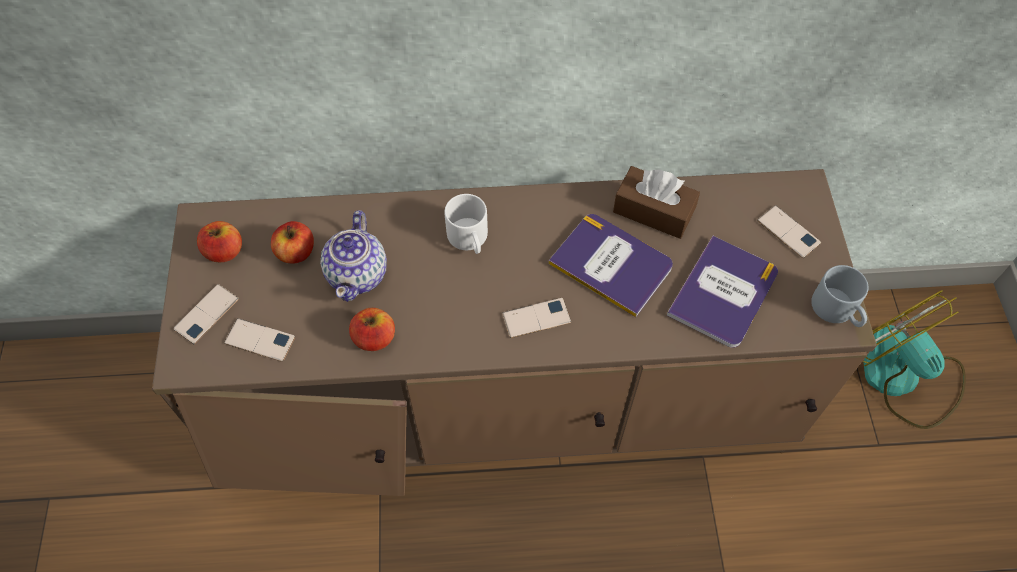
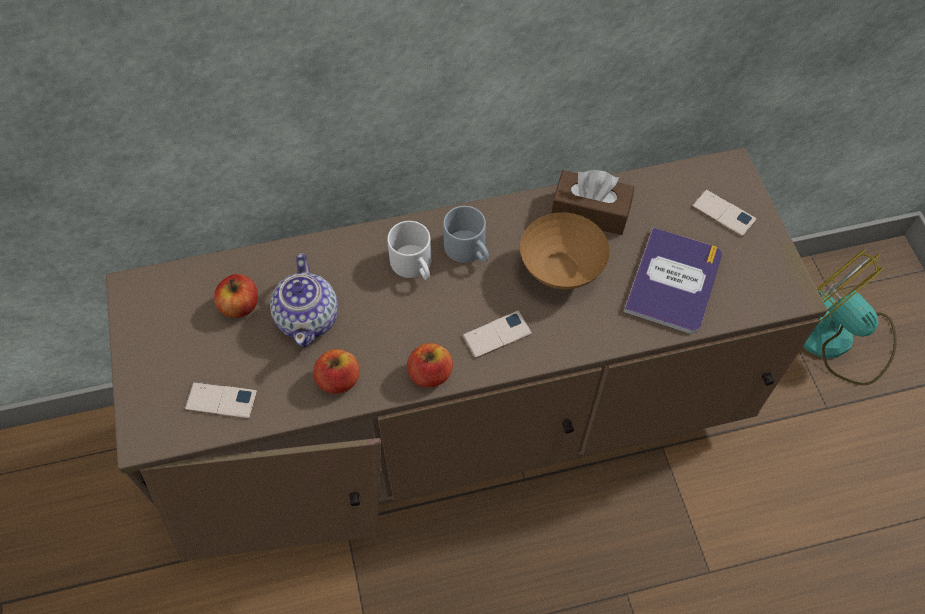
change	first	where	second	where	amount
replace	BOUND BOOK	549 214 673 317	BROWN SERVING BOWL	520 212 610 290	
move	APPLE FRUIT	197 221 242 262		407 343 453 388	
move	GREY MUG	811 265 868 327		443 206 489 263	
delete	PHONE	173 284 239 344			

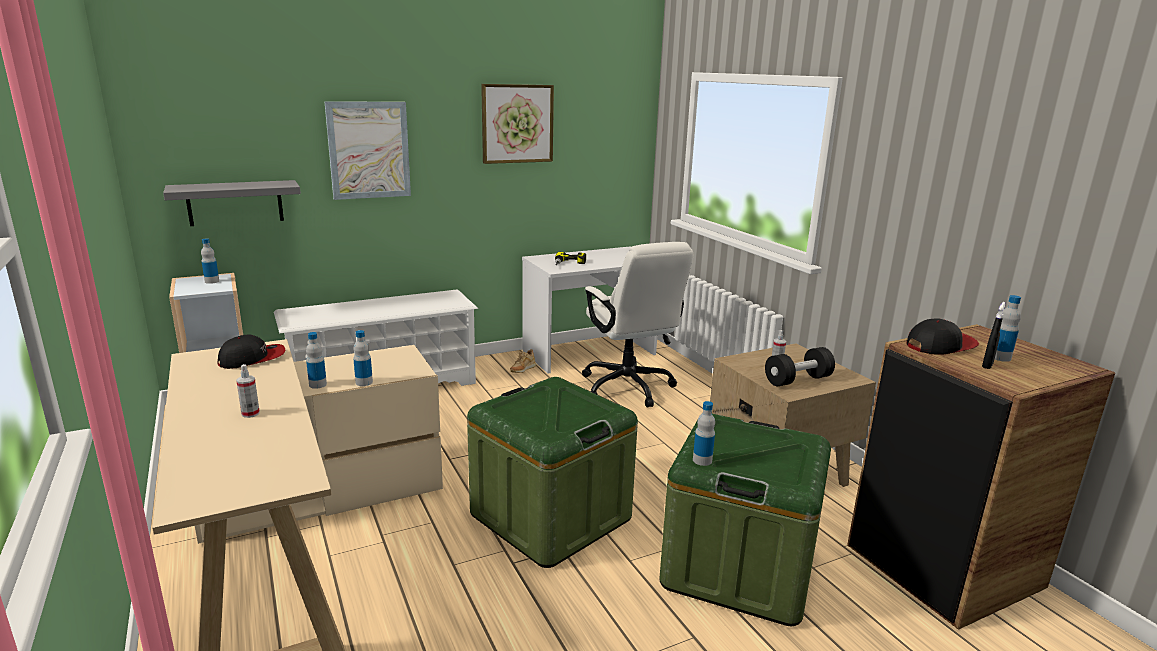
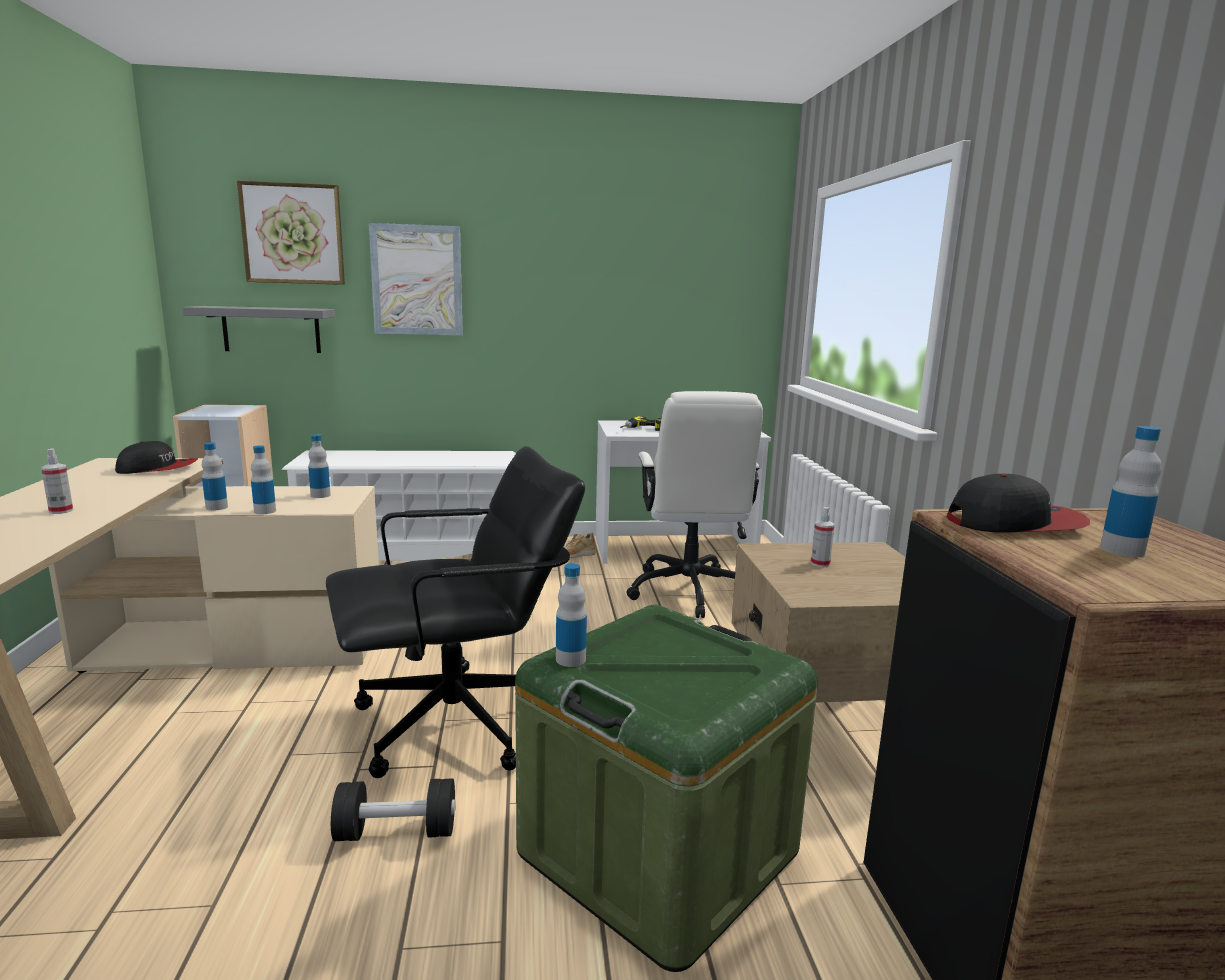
change	first	where	second	where	amount
move	WALL ART	481 84 554 164		237 181 345 285	
move	BOTTLE	201 238 219 284		308 434 331 498	
delete	BLACK SPRAYER	982 302 1005 369			
move	BLACK FREE WEIGHT	765 347 835 386		331 779 456 841	
replace	GREEN-COLOURED STORAGE CONTAINER	467 377 638 568	BLACK OFFICE CHAIR	326 446 585 778	

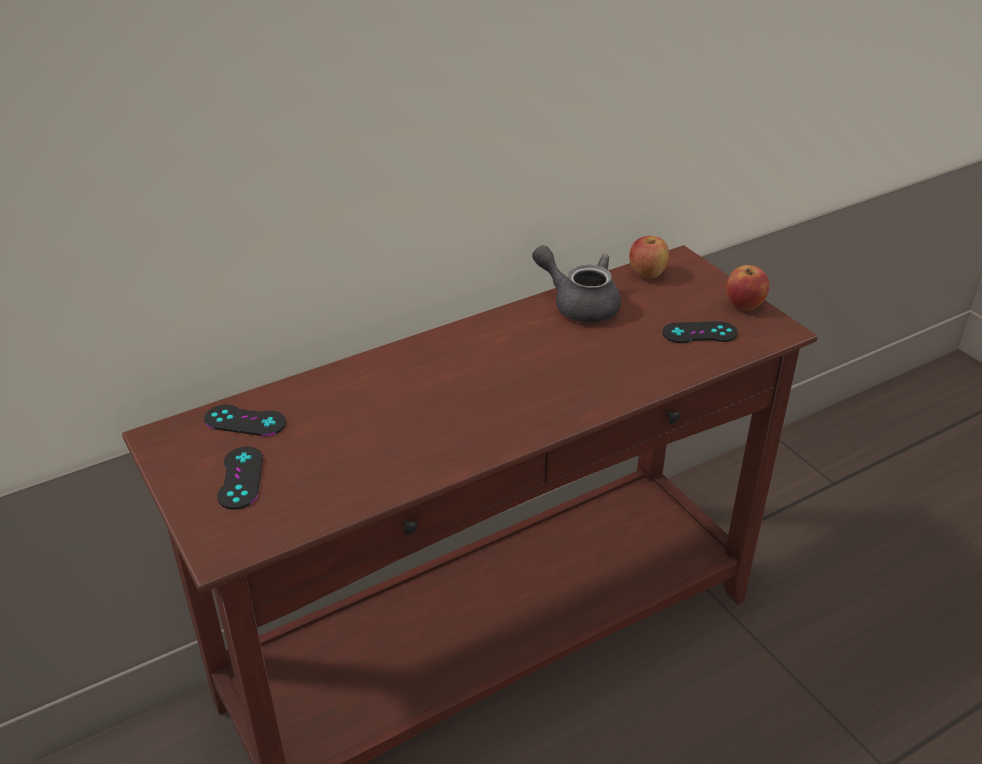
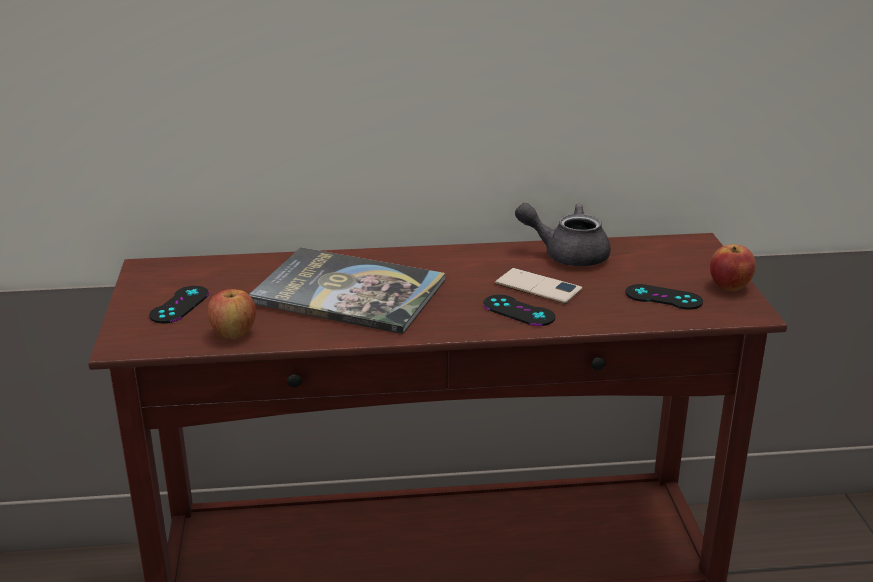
change	first	where	second	where	amount
move	APPLE FRUIT	629 236 669 279		208 289 256 339	
rotate	GREY POT FOR TEA	532 245 621 323		515 203 611 266	45 degrees counterclockwise
move	BLACK JOYPAD	204 405 286 436		483 295 555 326	
insert			BOUND BOOK	249 247 445 334	
insert			PHONE	495 268 583 304	

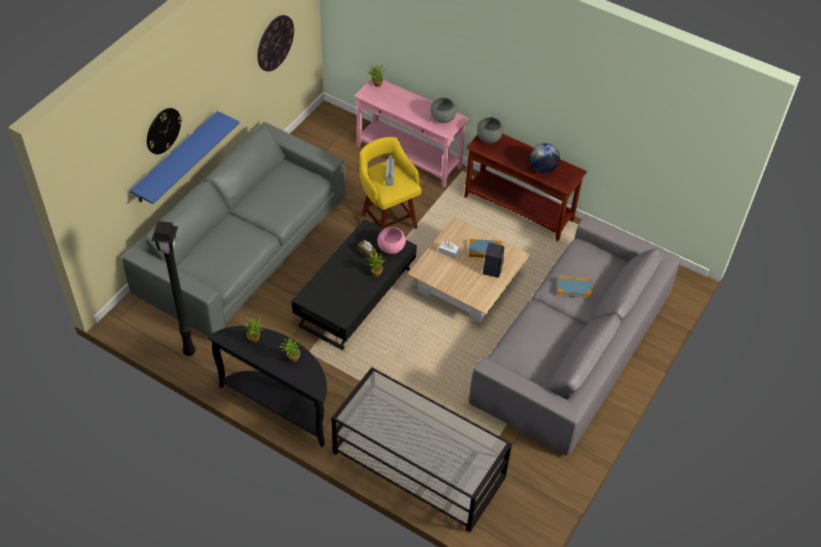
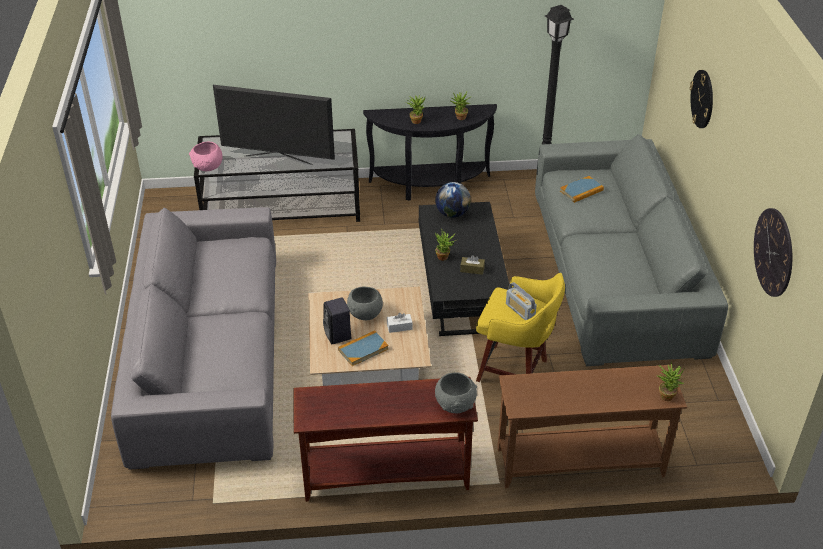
change	first	where	second	where	amount
recolor	PINK HALL TABLE	354 78 469 188	BROWN HALL TABLE	497 365 687 488	
move	GREY SERVING BOWL	430 98 457 123		347 287 383 320	
delete	BLUE WALL SHELF	130 111 239 204			
move	WORLD GLOBE	530 143 560 174		435 182 471 218	
move	PINK SERVING BOWL	377 227 406 254		189 142 223 171	
move	BOUND BOOK	558 276 592 298		560 176 604 203	
insert			TELEVISION	213 85 335 165	

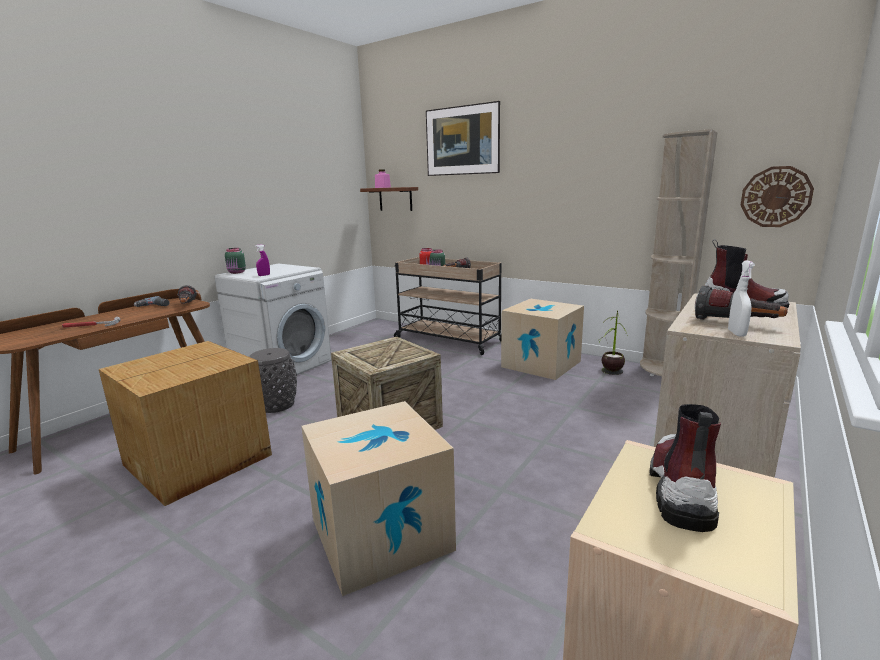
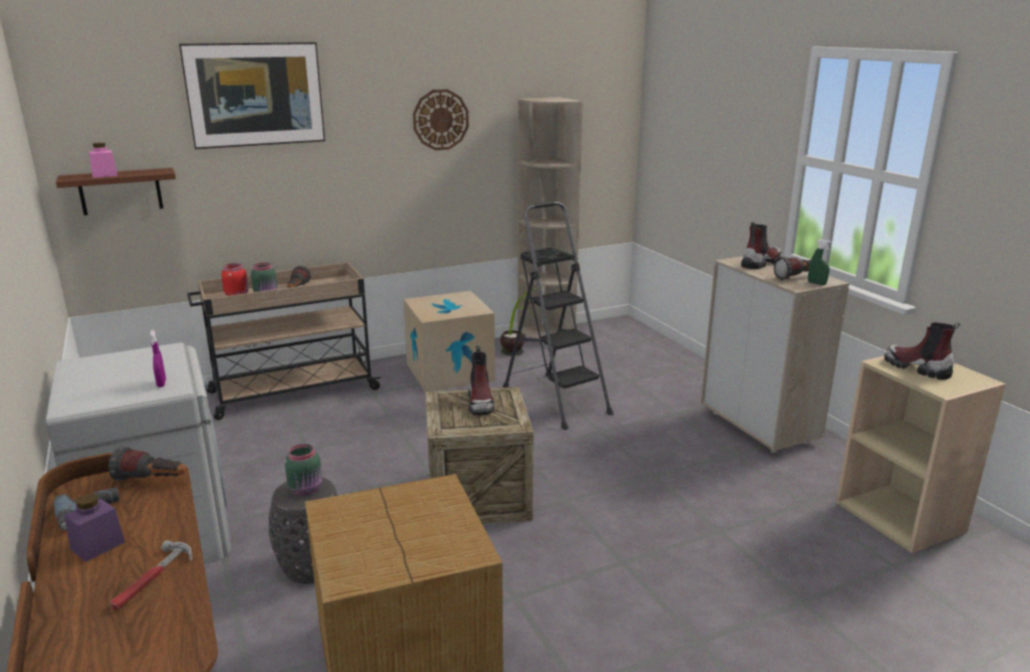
change	first	where	second	where	amount
move	HANGING CLOCK	741 166 814 227		413 89 469 150	
move	GREEN-COLOURED PRESERVE JAR	225 248 246 274		285 444 322 495	
recolor	WHITISH SPRAYER	728 260 755 337	GREEN-COLOURED SPRAYER	808 239 831 285	
delete	CARDBOARD BOX	301 401 456 596			
insert			STEPLADDER	502 201 614 430	
insert			HIGH-TOP BOOT	468 345 494 415	
insert			PURPLISH PRESERVE JAR	64 493 125 562	

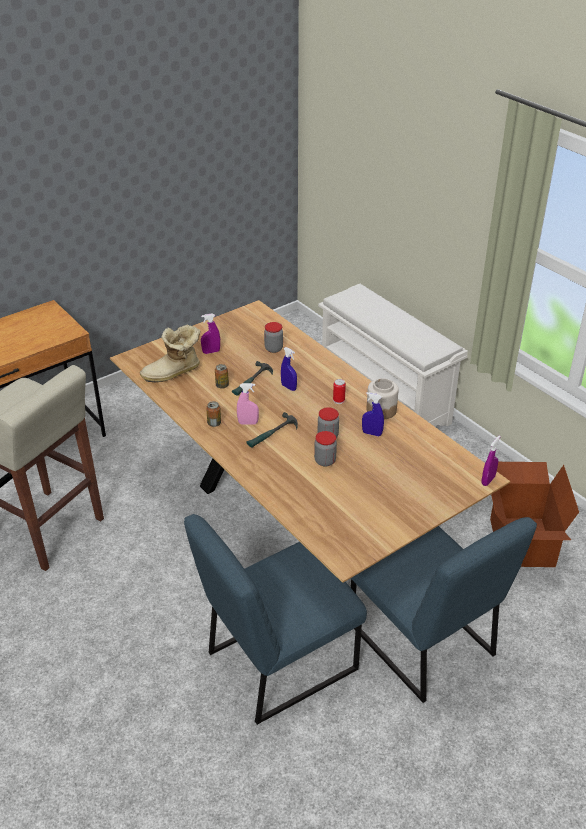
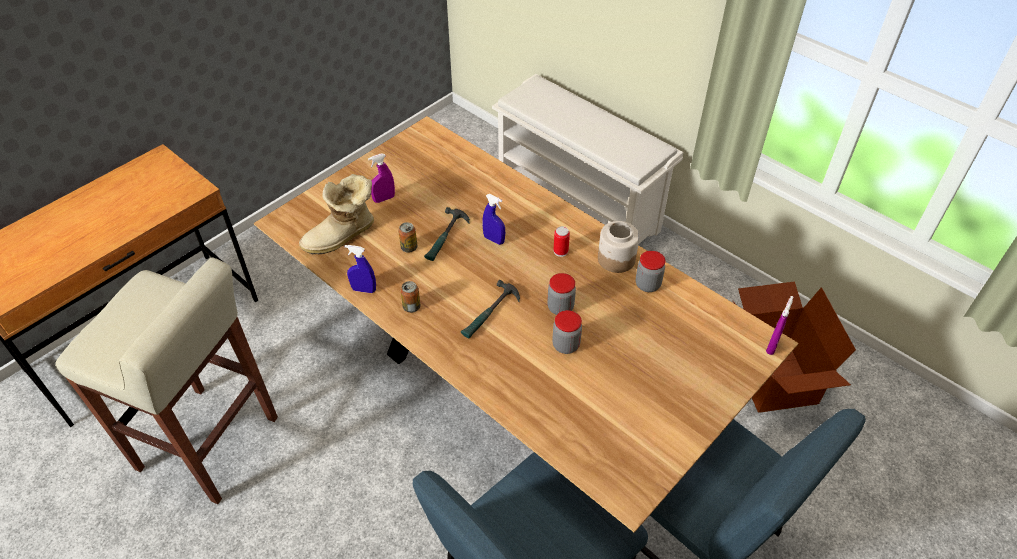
change	first	where	second	where	amount
move	PRESERVE JAR	264 322 283 353		636 251 665 292	
delete	PINK SPRAYER	237 383 259 425			
move	BLUE SPRAYER	362 392 384 436		345 245 376 293	

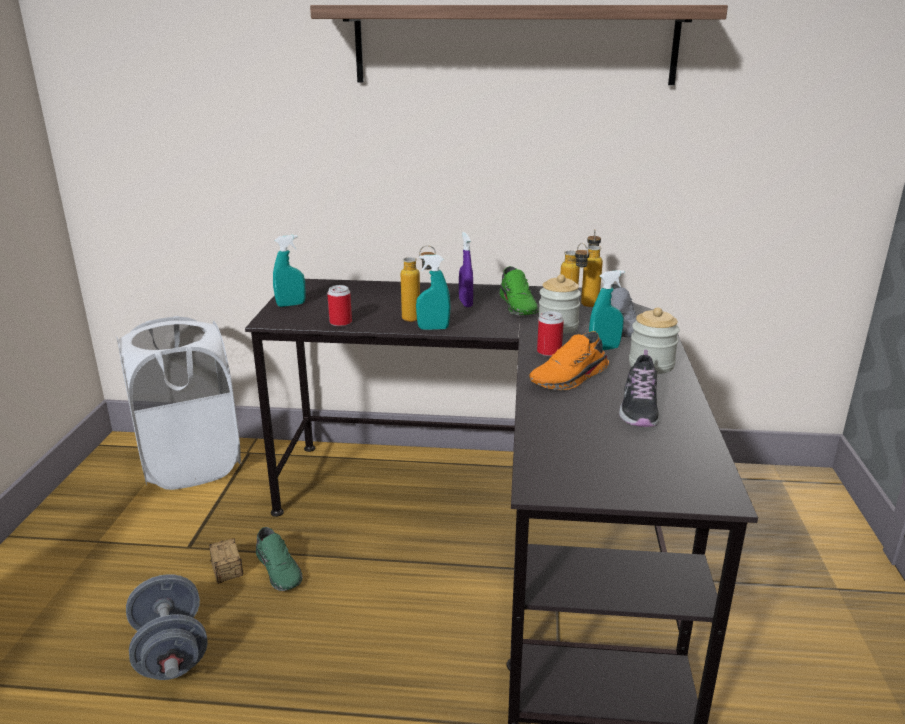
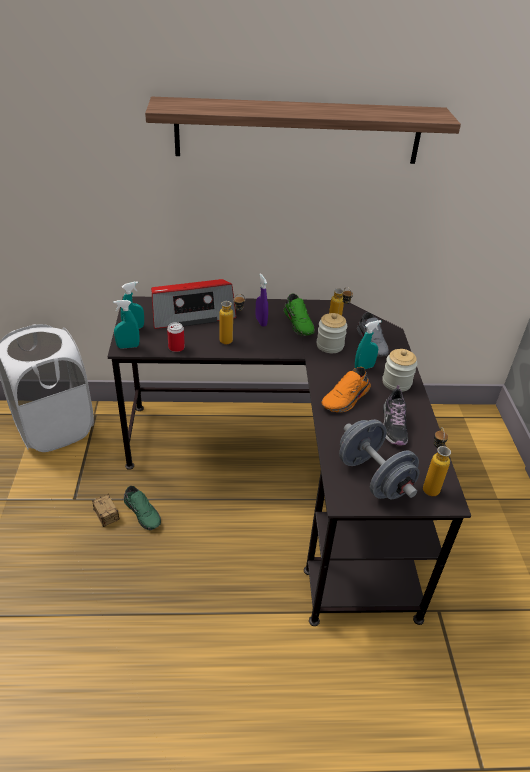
change	first	where	second	where	amount
move	BOTTLE	581 230 603 307		423 427 451 496	
move	TURQUOISE-COLOURED SPRAYER	416 255 451 330		113 300 140 349	
delete	CAN	537 311 564 357			
move	GREY FREE WEIGHT	126 574 207 680		339 420 420 499	
insert			RADIO SET	151 279 236 329	

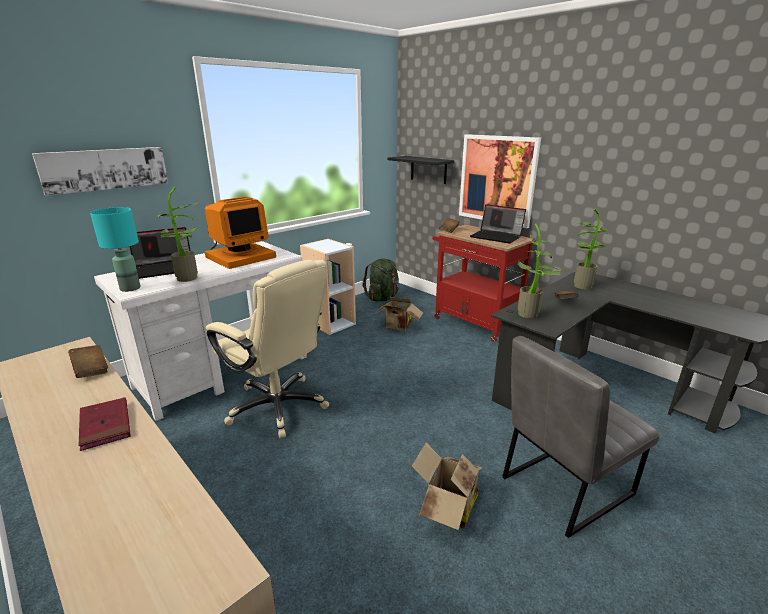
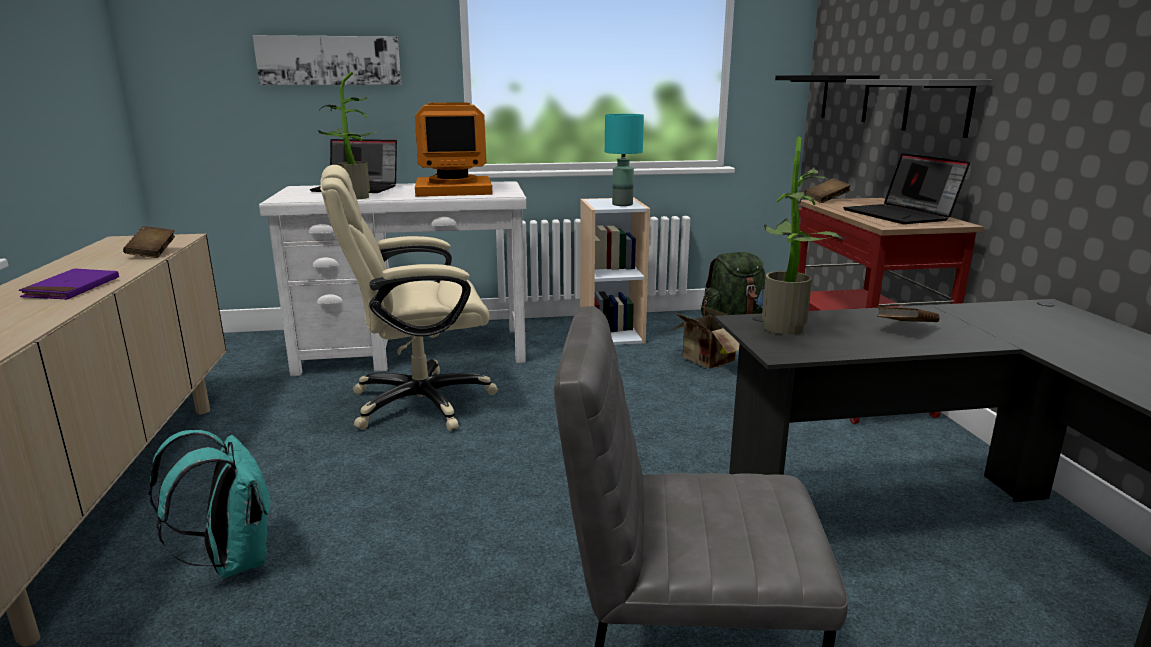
change	first	where	second	where	amount
replace	WALL ART	459 134 541 228	GREY WALL SHELF	846 79 992 138	
move	TURQUOISE-COLOURED TABLE LAMP	90 207 141 292		605 114 644 206	
delete	HOUSEPLANT	574 208 608 289			
rotate	BEIGE-COLOURED OFFICE CHAIR	206 260 329 438		320 165 498 431	90 degrees clockwise
recolor	REDDISH BOUND BOOK	79 397 131 451	PURPLISH BOUND BOOK	19 268 119 300	
delete	CARDBOARD BOX	412 442 482 530			
insert			TURQUOISE-COLOURED RUCKSACK	149 430 270 578	

